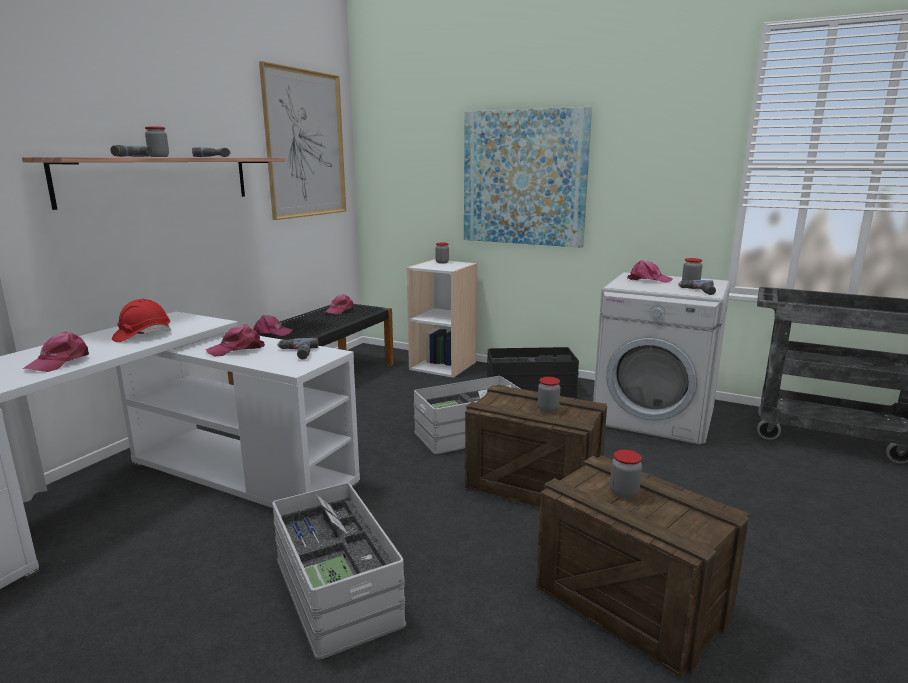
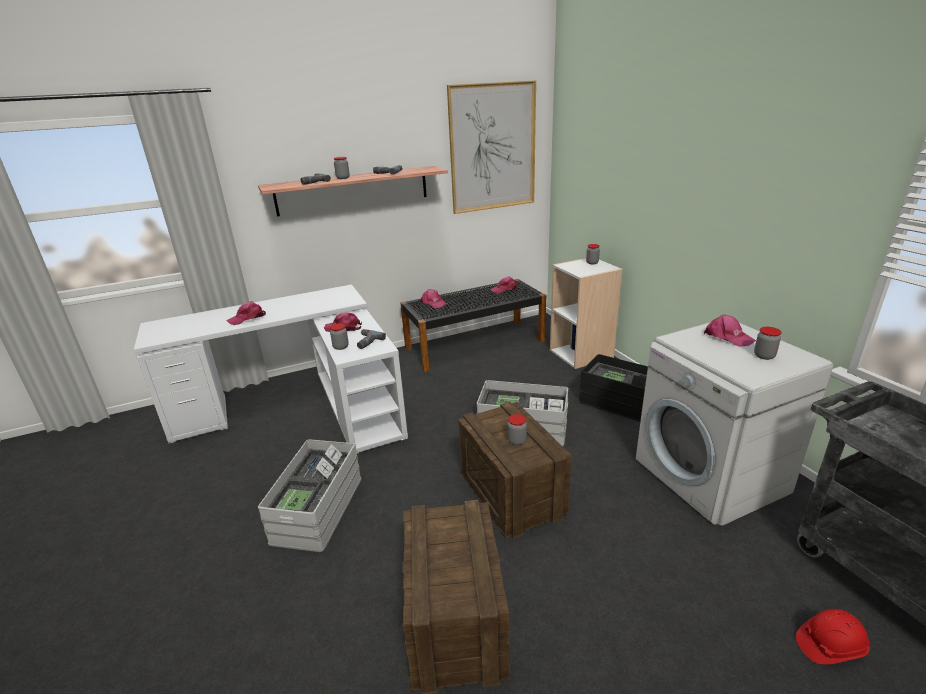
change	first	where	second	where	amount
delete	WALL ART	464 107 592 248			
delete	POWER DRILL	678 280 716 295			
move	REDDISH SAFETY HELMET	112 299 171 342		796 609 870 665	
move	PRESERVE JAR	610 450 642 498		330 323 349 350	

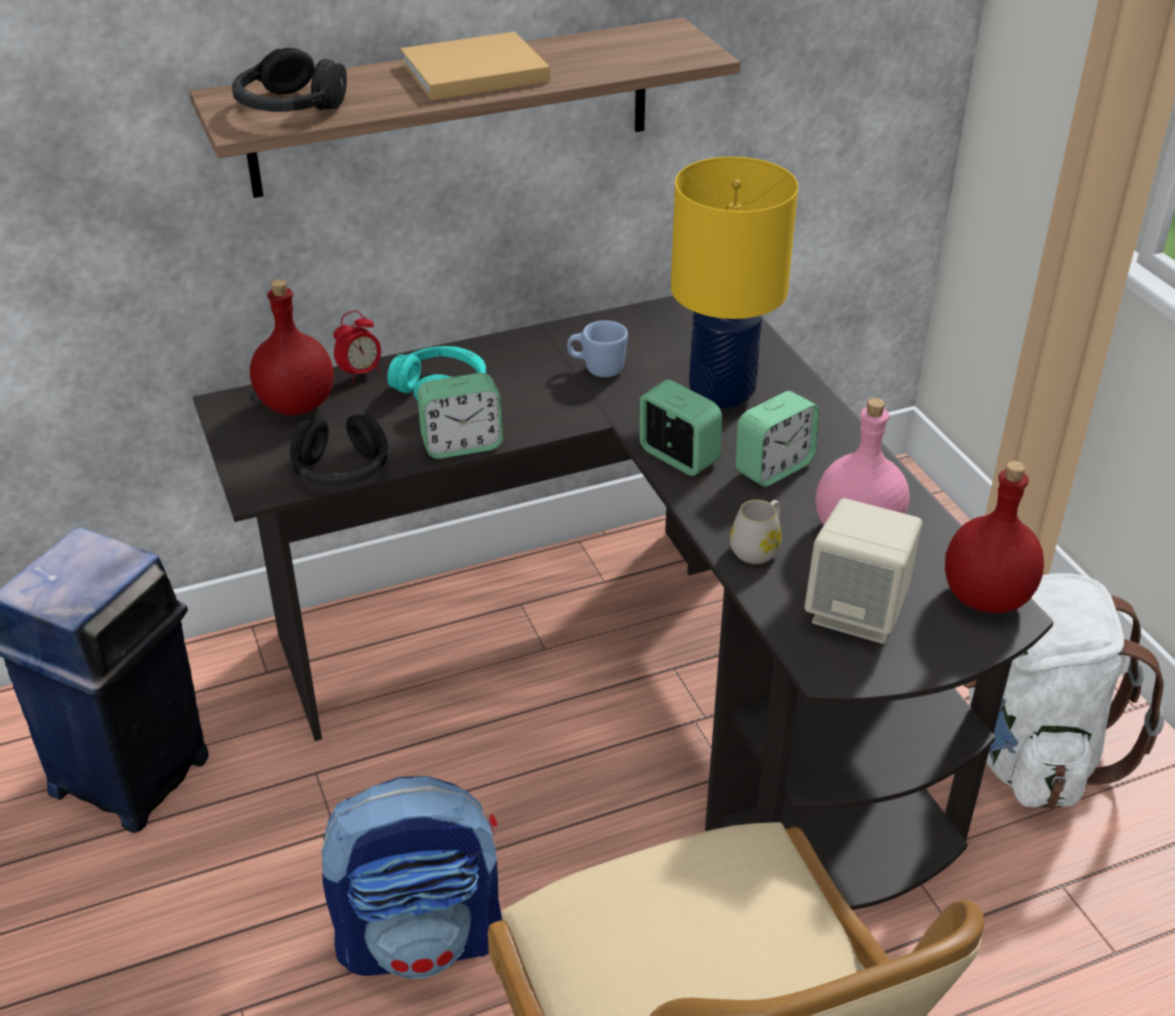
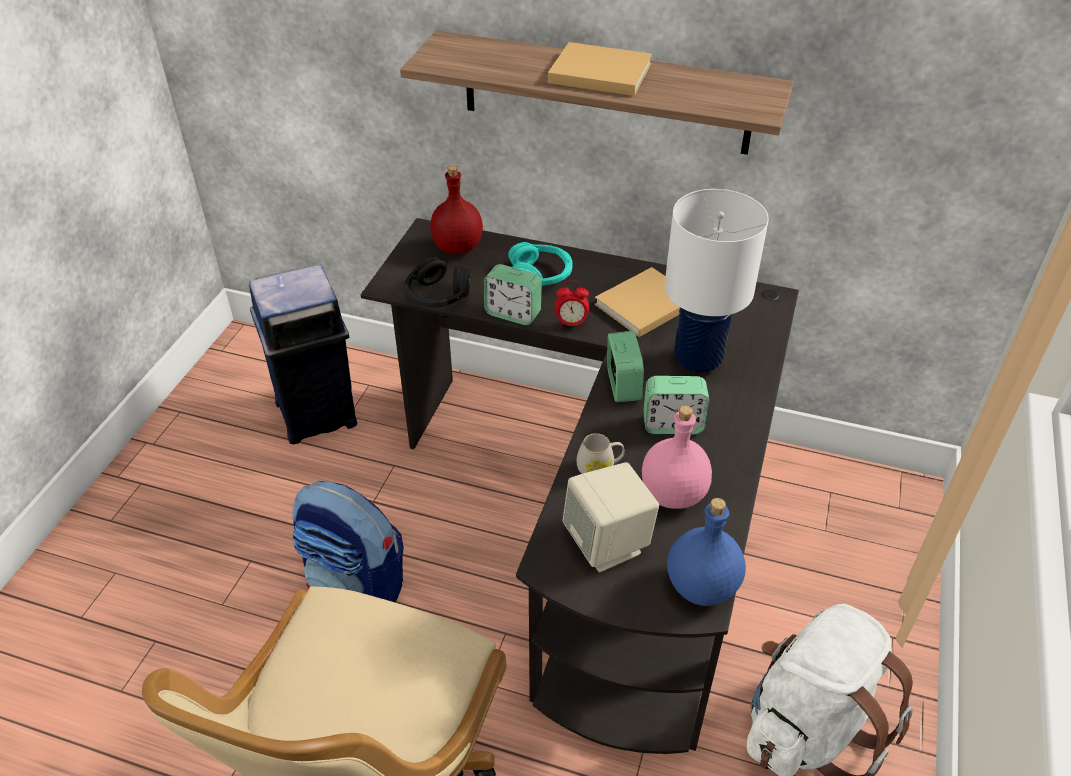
change	first	where	second	where	amount
delete	BLACK HEADSET	232 48 347 112			
recolor	YELLOWISH TABLE LAMP	671 157 798 408	WHITISH TABLE LAMP	665 189 769 373	
move	ALARM CLOCK	333 311 381 383		555 281 589 329	
replace	BLUE MUG	567 320 628 377	BEIGE-COLOURED BOUND BOOK	594 267 680 337	
recolor	REDDISH BOTTLE	945 461 1044 613	BLUE BOTTLE	667 498 746 606	

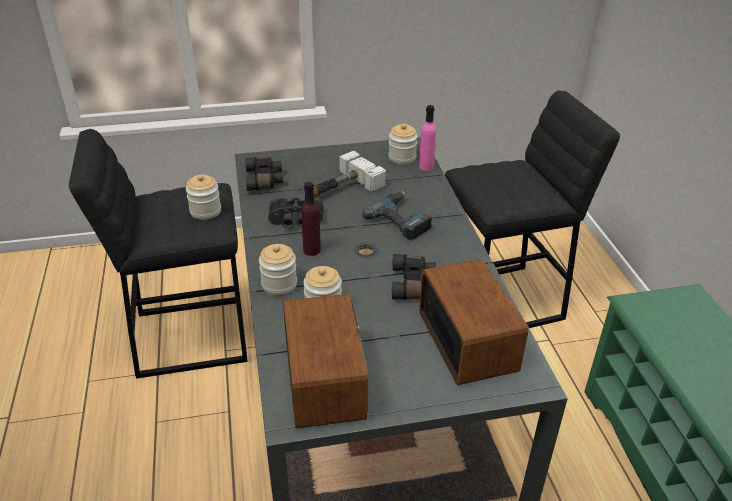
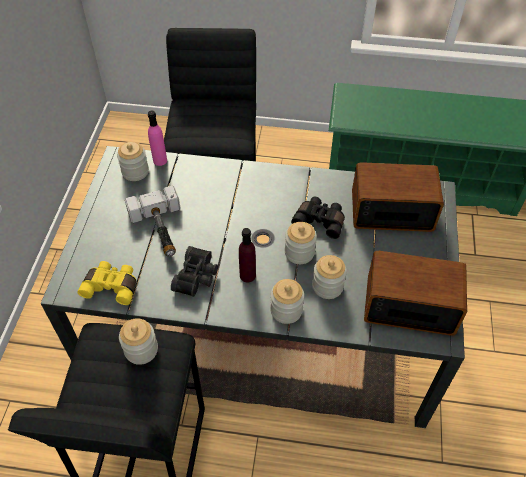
change	first	where	second	where	amount
recolor	BLACK PAIR OF BINOCULARS	245 157 283 191	YELLOWISH PAIR OF BINOCULARS	77 261 136 305	
delete	POWER DRILL	362 191 433 241			
insert			PRESERVE JAR	285 222 317 264	

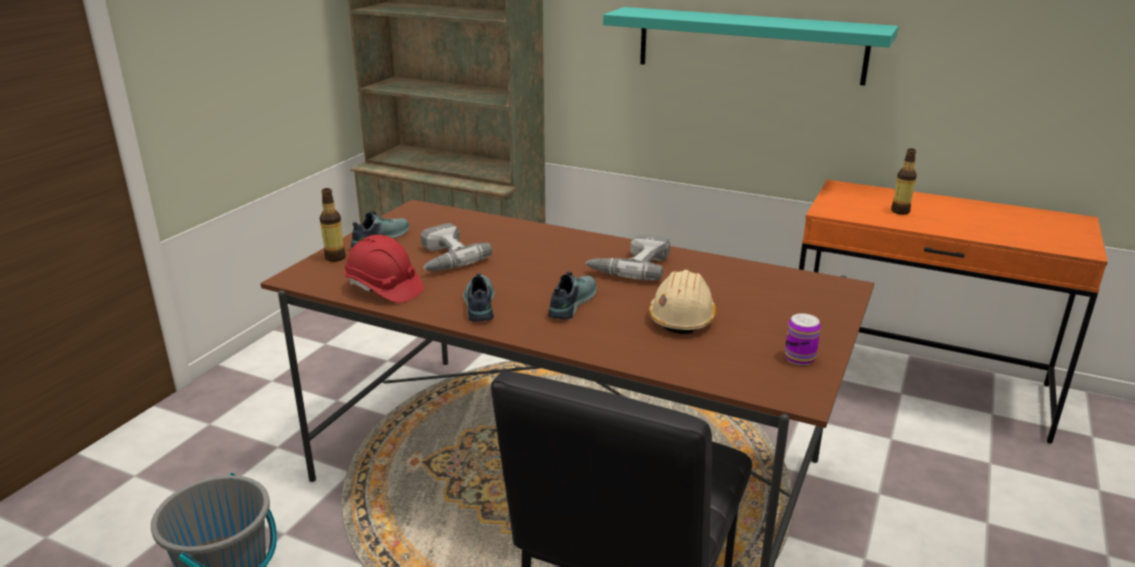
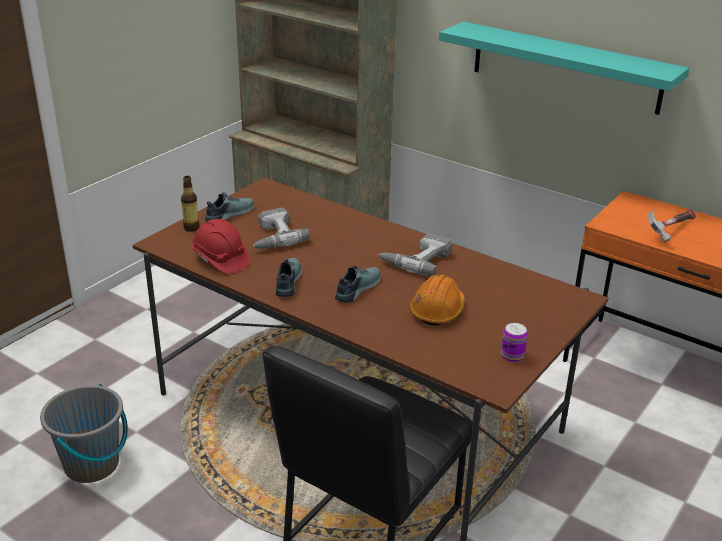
change	first	where	second	where	amount
replace	BOTTLE	891 149 917 215	HAMMER	648 209 696 243	
recolor	BEIGE-COLOURED SAFETY HELMET	649 270 717 334	ORANGE SAFETY HELMET	410 275 465 326	

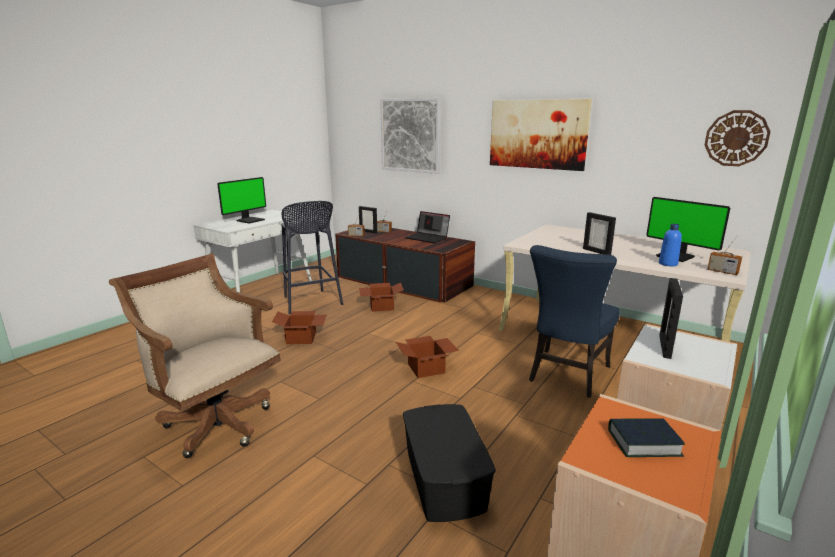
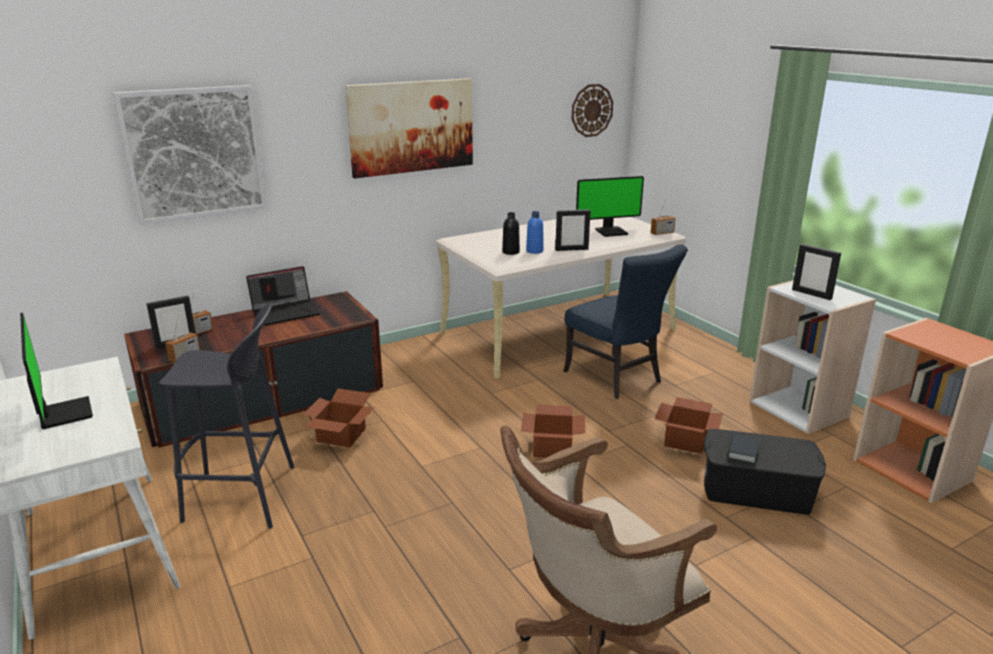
change	first	where	second	where	amount
move	BLUE BOTTLE	659 224 682 266		526 211 544 254	
move	CARDBOARD BOX	272 311 327 344		654 397 723 454	
move	BOUND BOOK	608 418 685 457		727 435 759 464	
insert			BLACK BOTTLE	502 212 520 255	

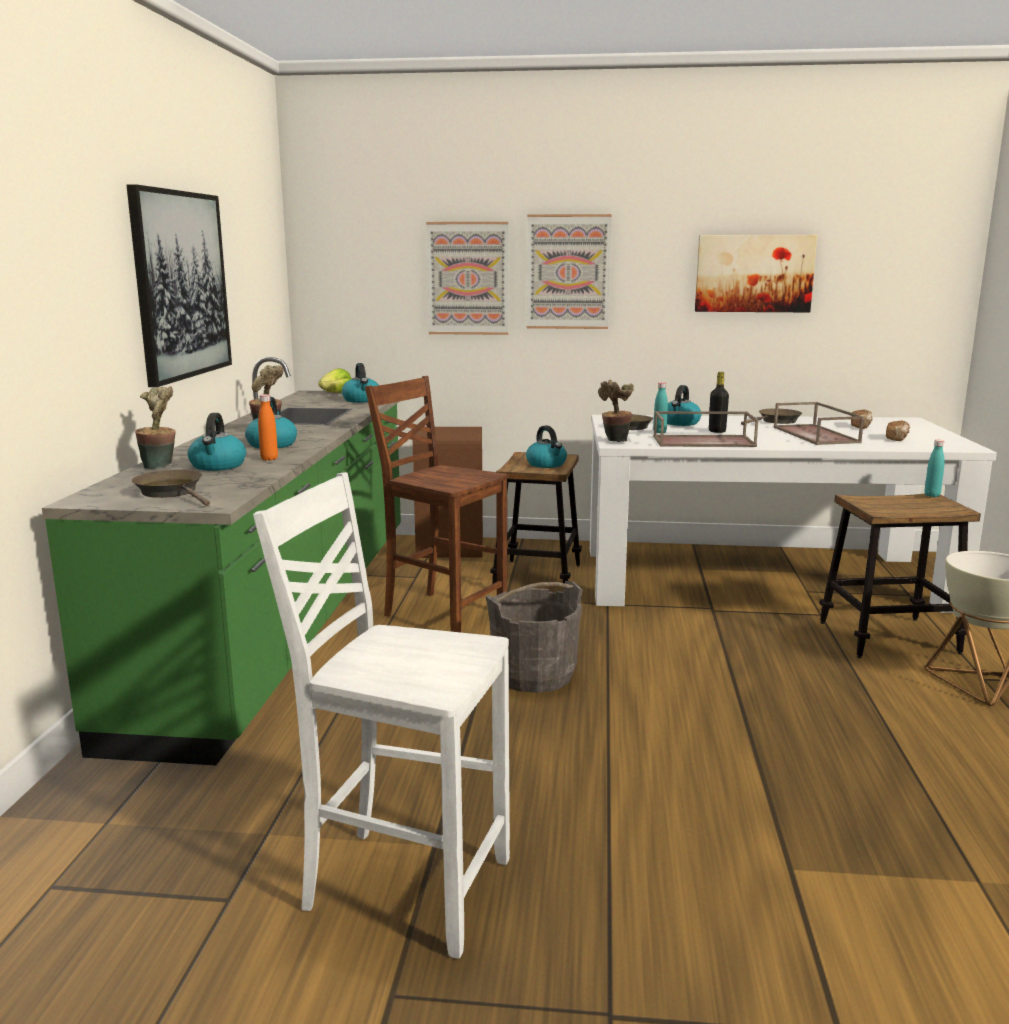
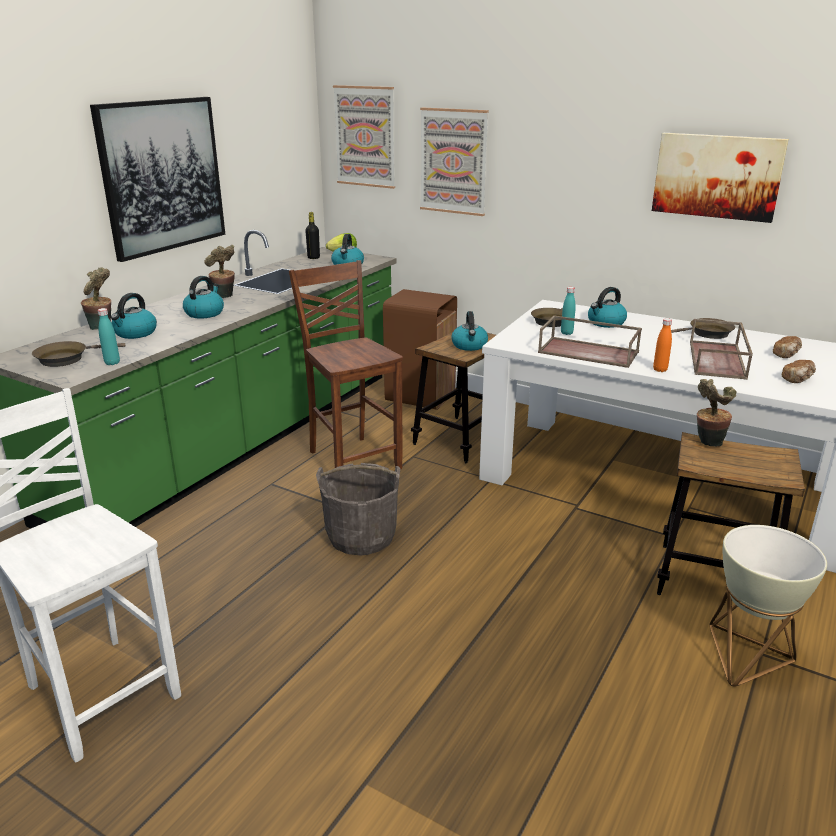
change	first	where	second	where	amount
move	WALL ART	527 214 612 329		333 85 395 189	
move	BLACK BOTTLE	709 372 729 433		305 212 320 259	
move	HOUSEPLANT	598 379 634 442		697 379 736 447	
move	ORANGE BOTTLE	258 394 278 461		653 318 672 372	
move	TURQUOISE-COLOURED BOTTLE	924 440 945 497		98 308 120 365	
rotate	BROWN FRYING PAN	132 470 210 506		32 341 126 367	105 degrees counterclockwise

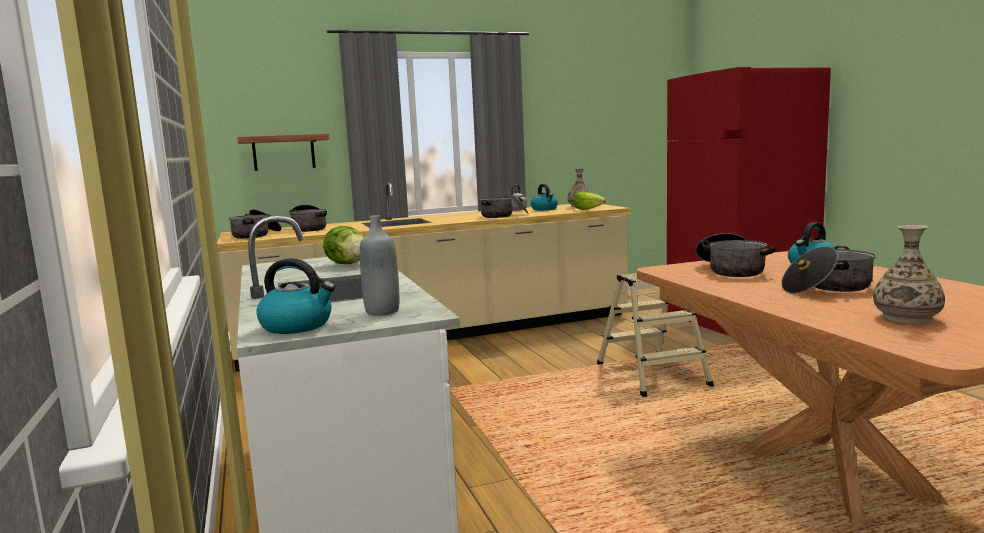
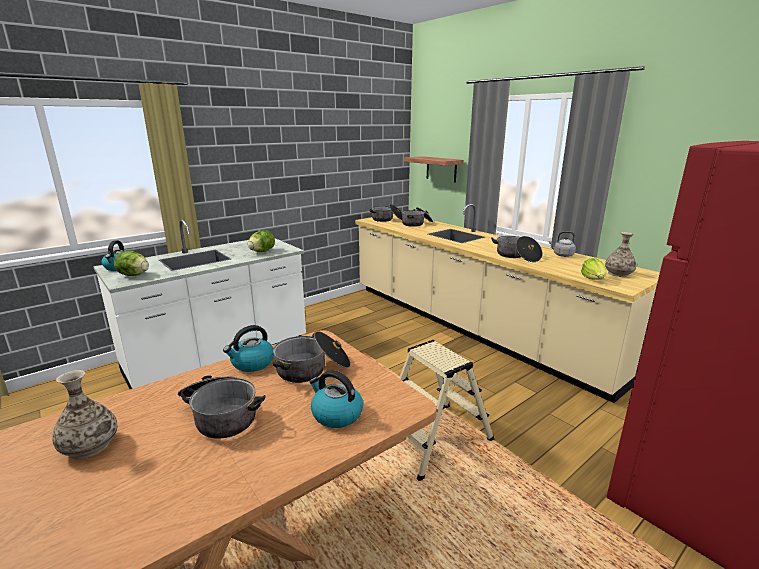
change	first	where	second	where	amount
move	KETTLE	531 184 558 211		223 325 274 372	
replace	GREY BOTTLE	360 215 399 316	LETTUCE	114 251 149 276	

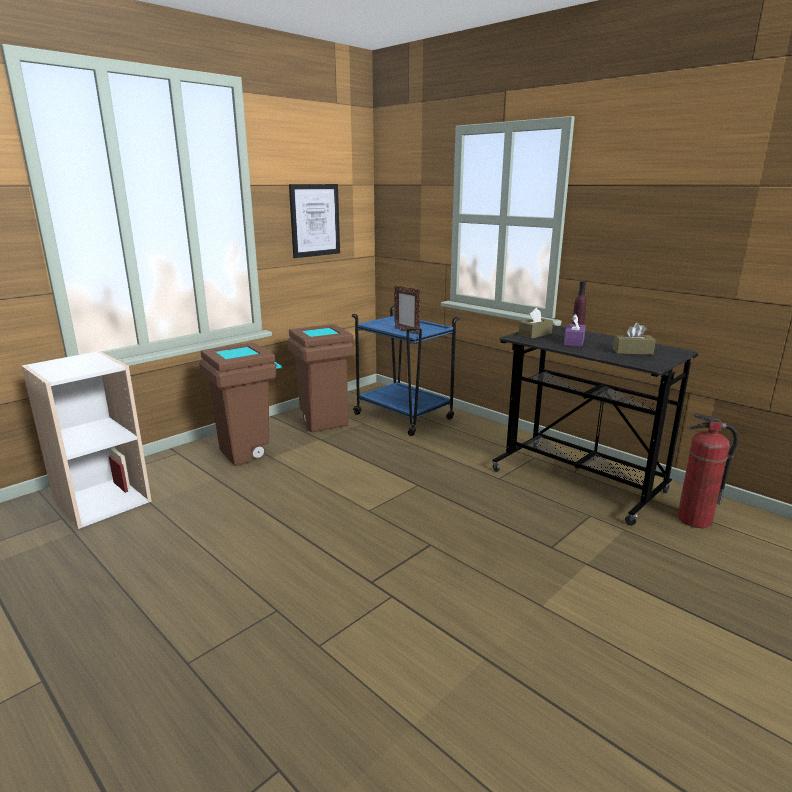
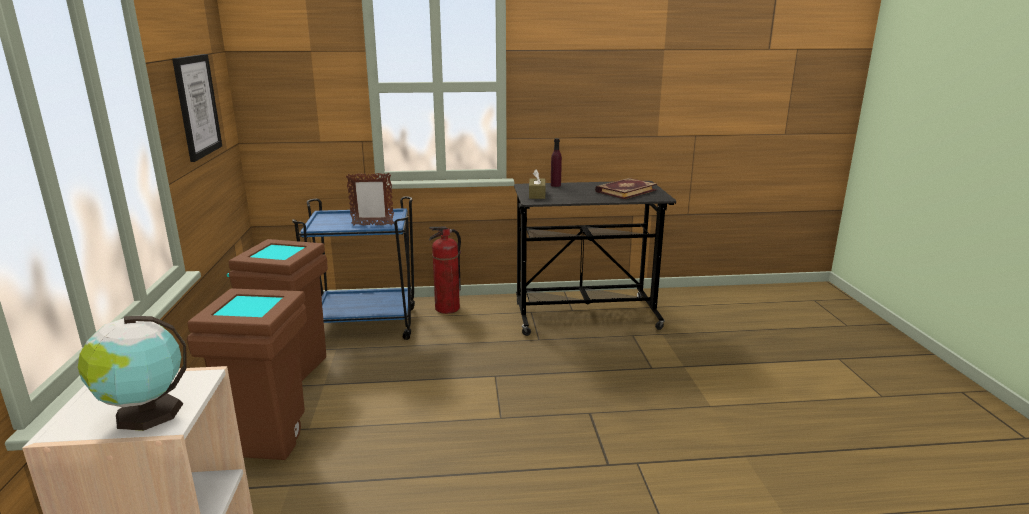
change	first	where	second	where	amount
delete	PURPLISH BOX OF TISSUES	564 314 586 347			
replace	BROWN BOX OF TISSUES	613 323 656 355	BOUND BOOK	595 178 657 199	
move	EXTINGUISHER	678 413 738 528		429 227 461 314	
insert			WORLD GLOBE	78 316 187 431	

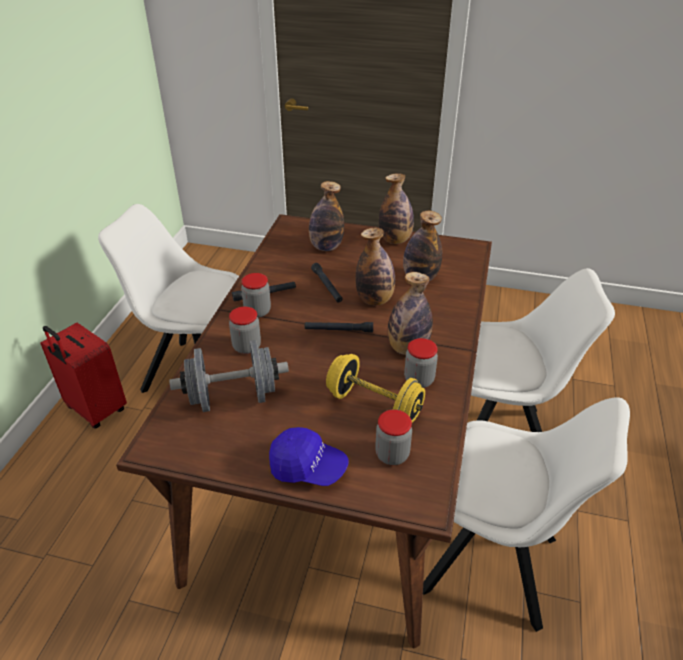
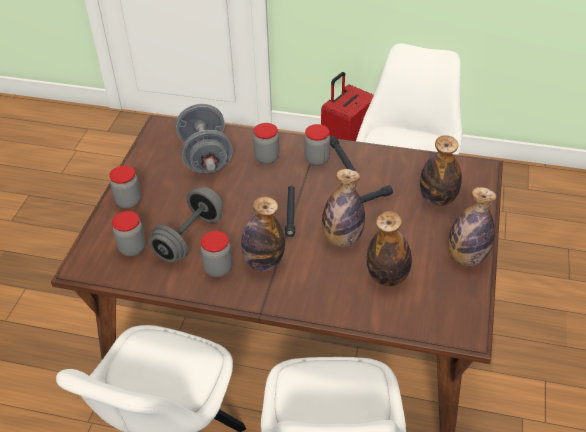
change	first	where	second	where	amount
recolor	YELLOWISH FREE WEIGHT	326 354 425 423	GREY FREE WEIGHT	149 187 223 262	
replace	BLUE BASEBALL CAP	269 427 349 486	PRESERVE JAR	109 165 141 209	

